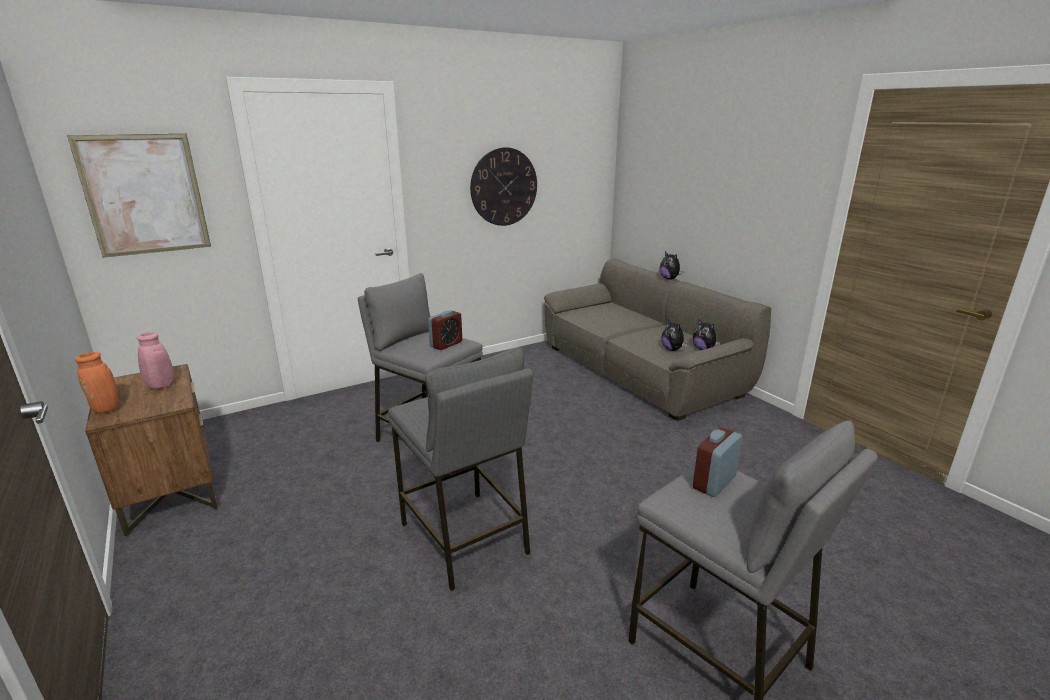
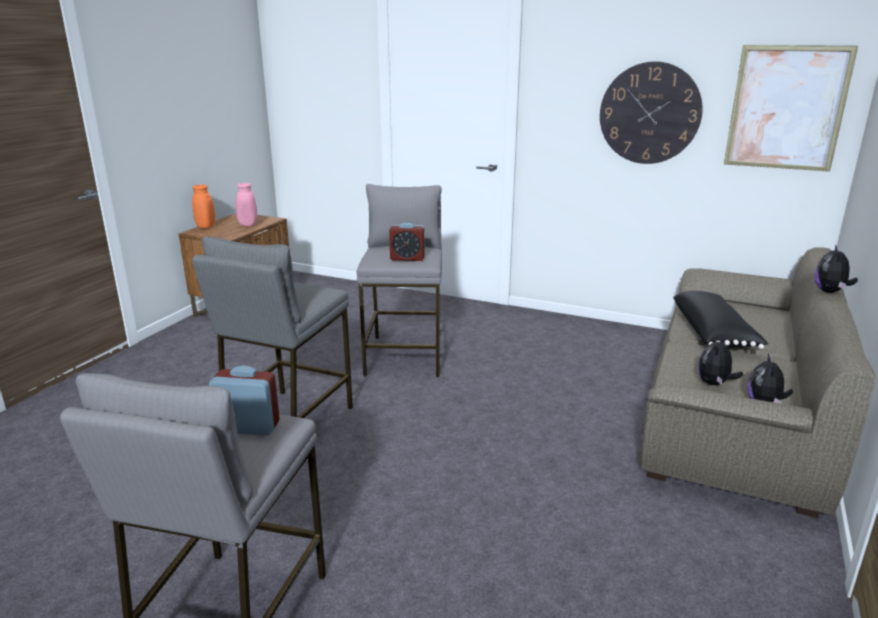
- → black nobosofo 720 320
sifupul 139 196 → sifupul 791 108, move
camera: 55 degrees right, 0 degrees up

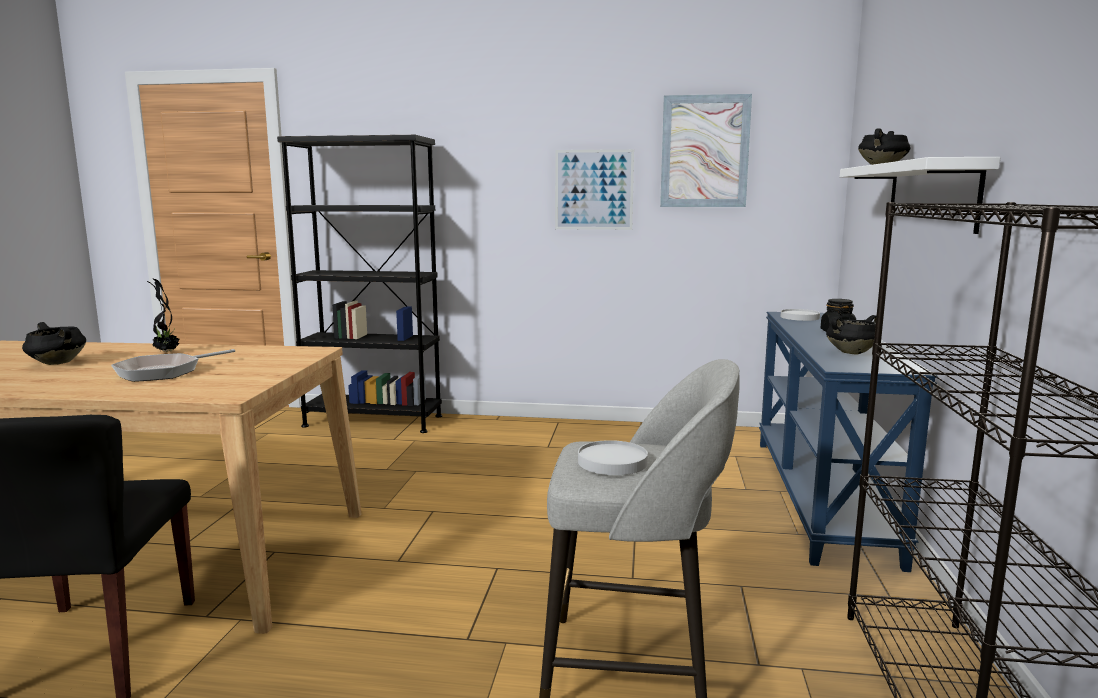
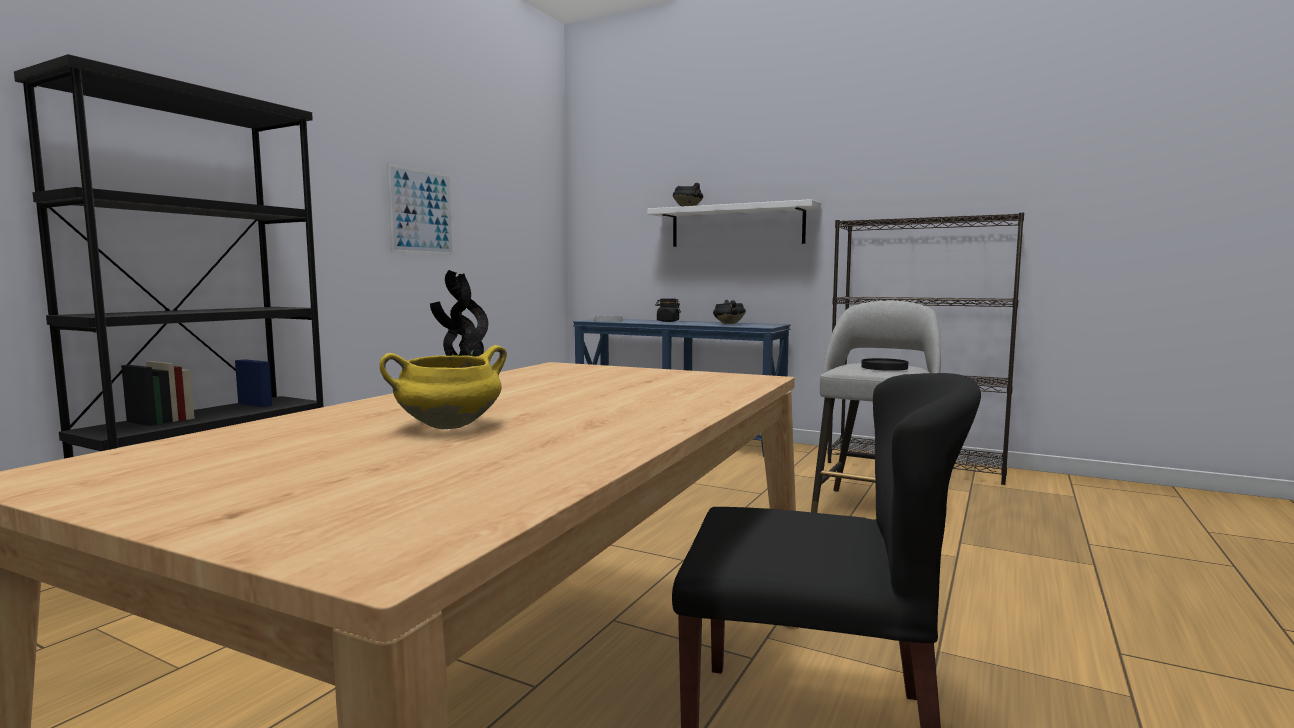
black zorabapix 54 343 → yellow zorabapix 443 387
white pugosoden 613 457 → black pugosoden 884 364
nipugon 173 365 → -
sifupul 706 150 → -
camera: 70 degrees left, 5 degrees down

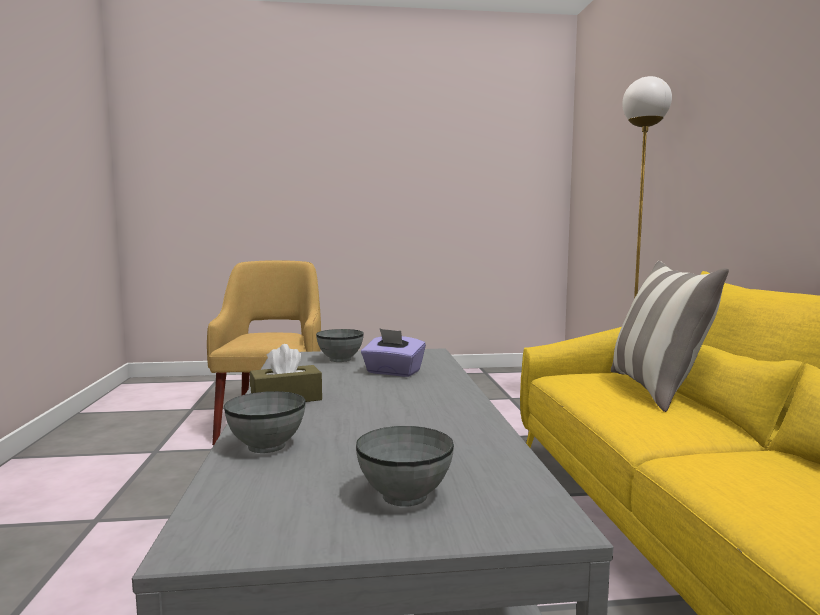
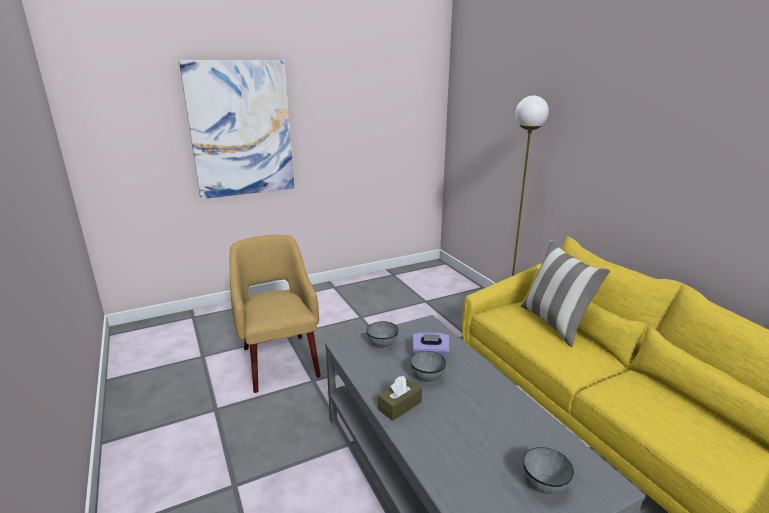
- → sifupul 236 129
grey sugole 265 422 → grey sugole 428 367, move
camera: 20 degrees left, 15 degrees up

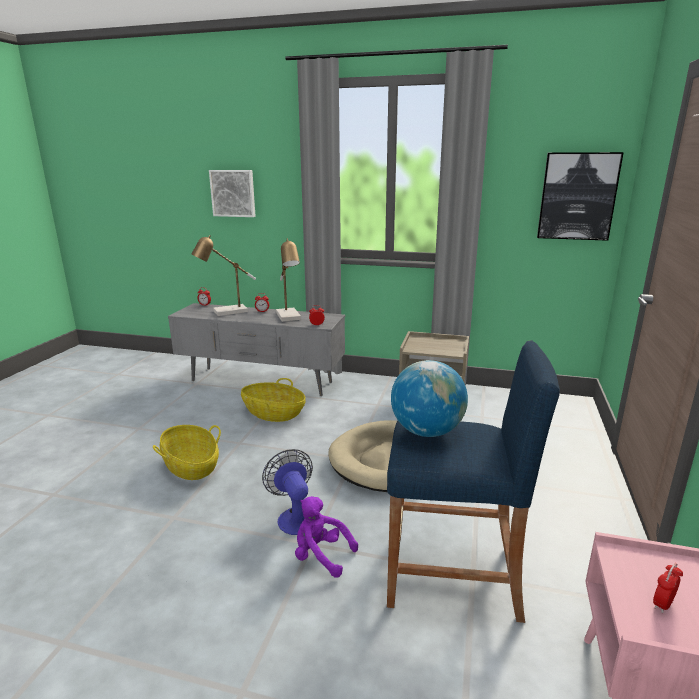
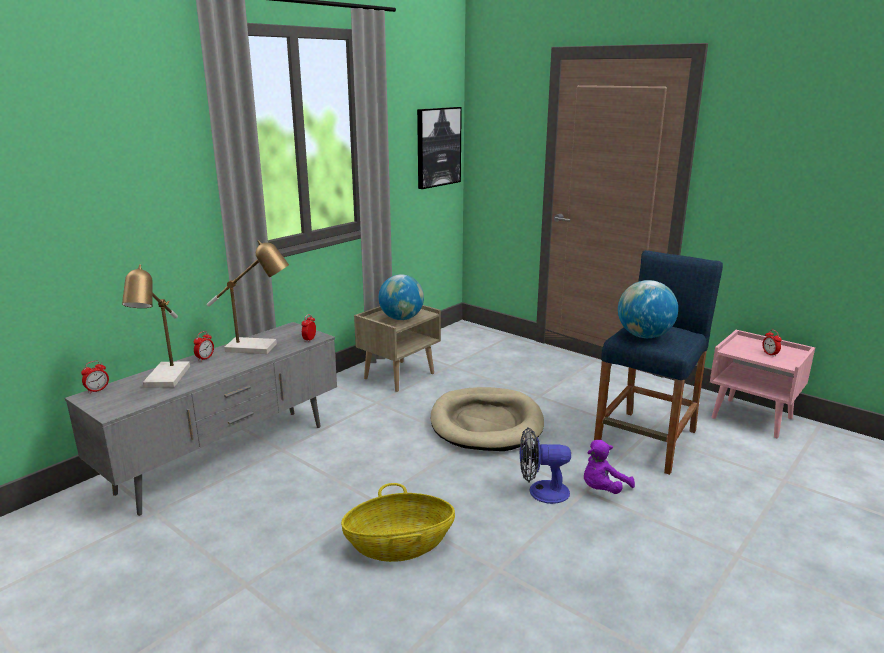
- → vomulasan 401 297
sifupul 232 193 → -
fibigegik 273 400 → -
camera: 65 degrees left, 0 degrees up

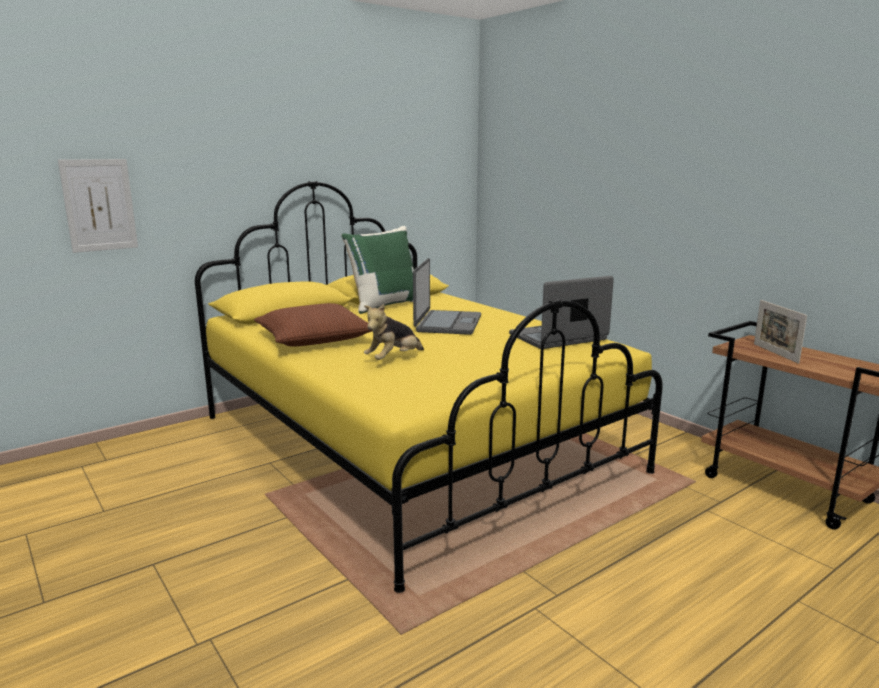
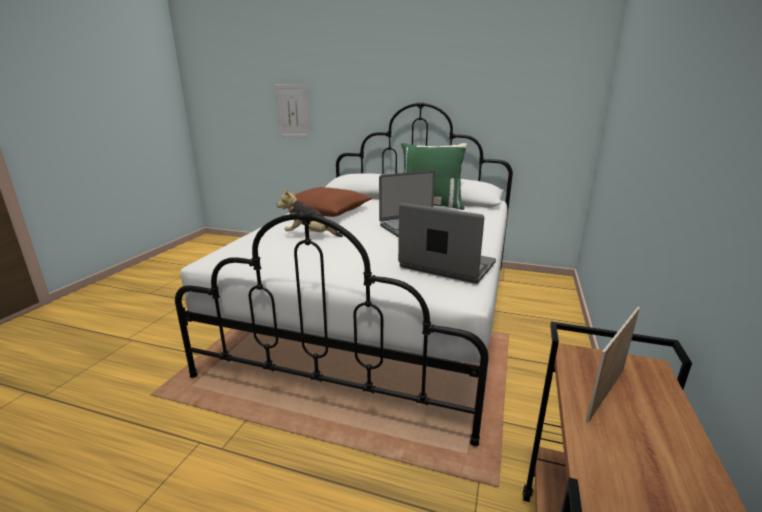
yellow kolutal 429 387 → white kolutal 344 274
camera: 55 degrees right, 5 degrees up

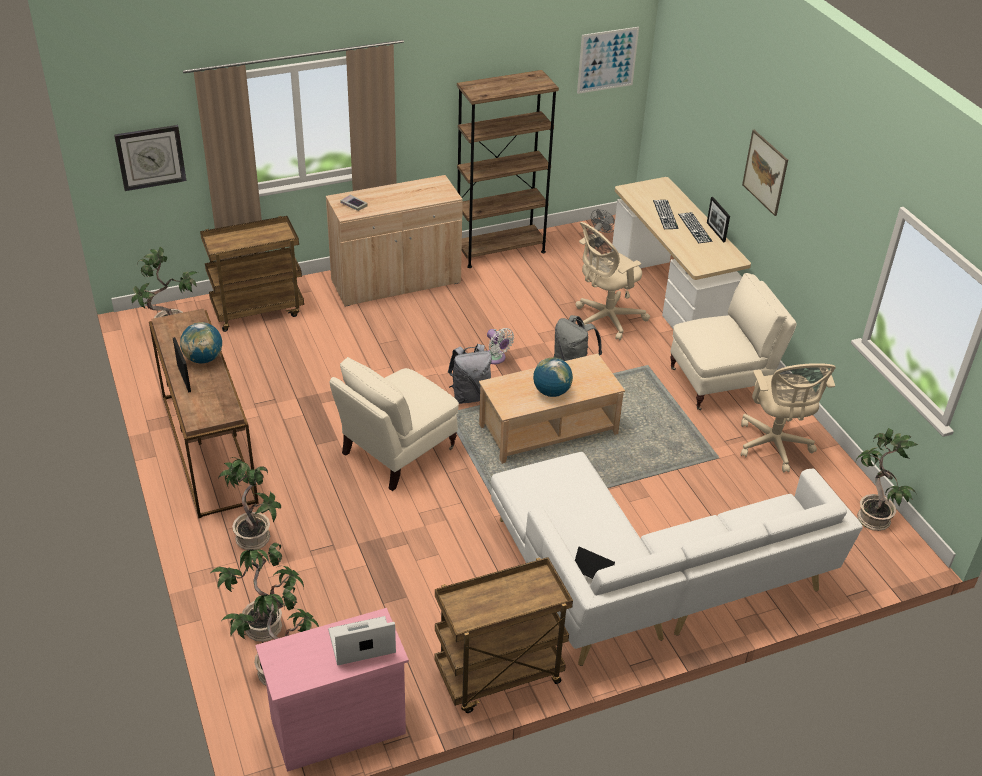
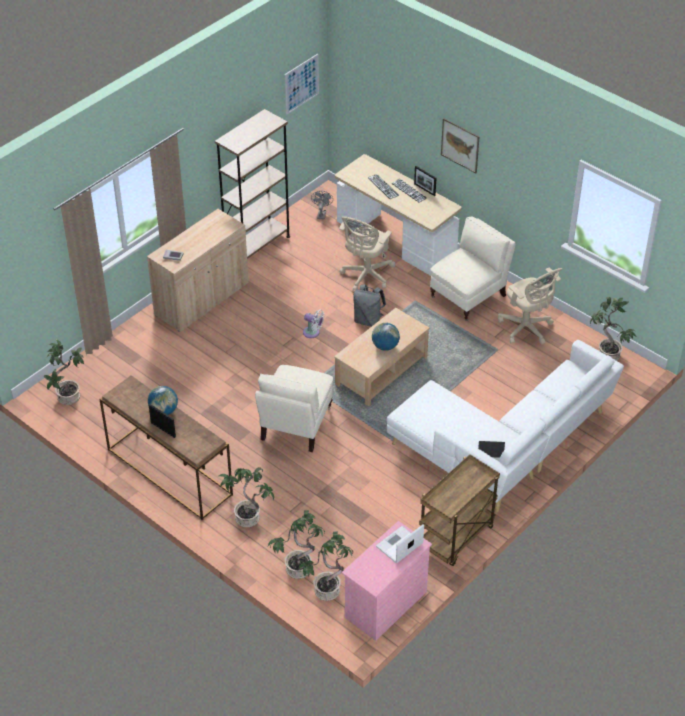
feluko 150 158 → -
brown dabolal 252 274 → -
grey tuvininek 470 374 → -
camera: 25 degrees left, 5 degrees up

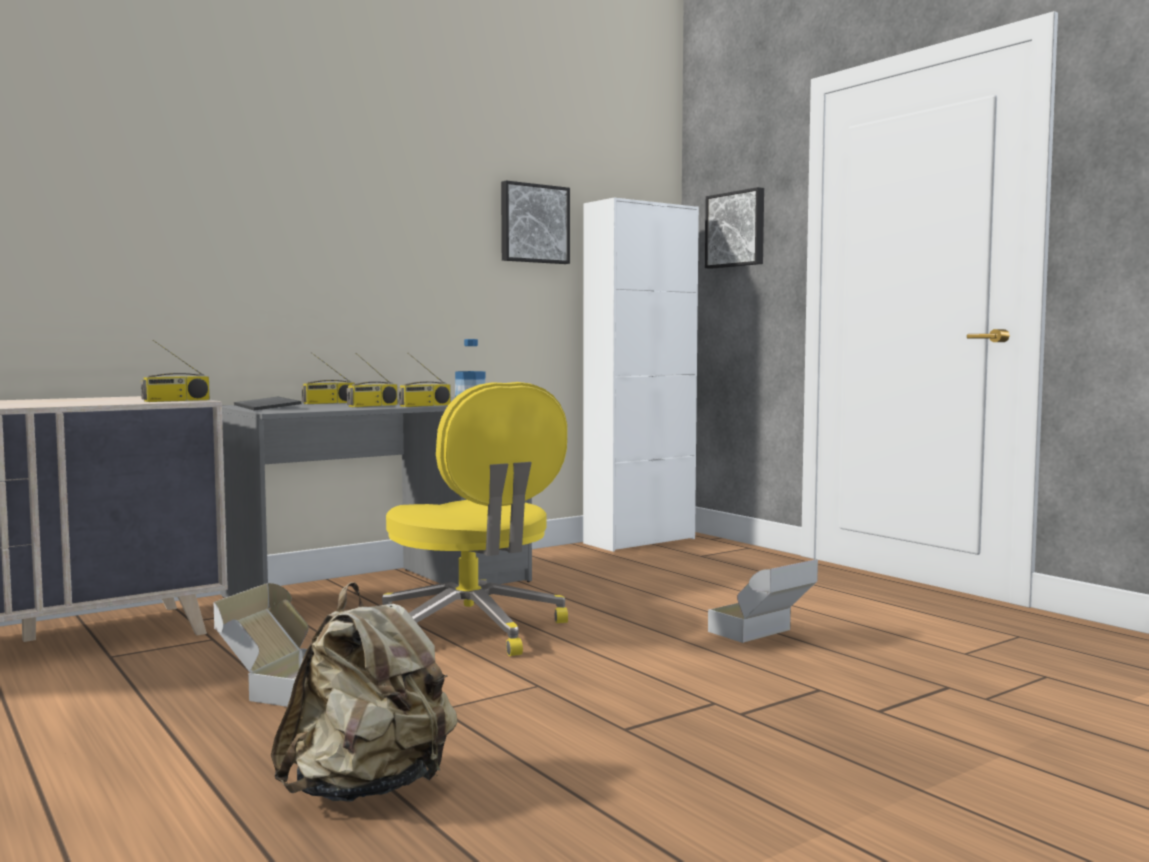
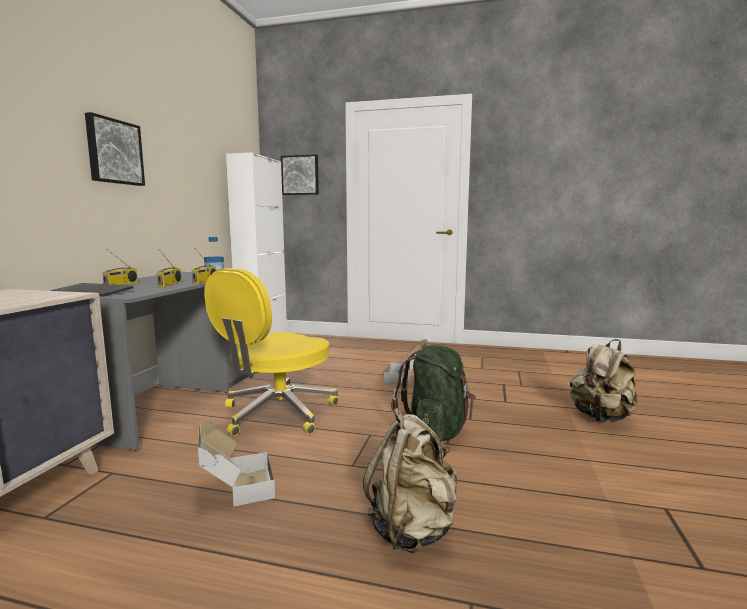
sifupul 535 222 → sifupul 115 149, move
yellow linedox 475 519 → yellow linedox 271 352, 105 degrees clockwise
- → green tuvininek 433 393
- → beige tuvininek 603 380
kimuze 175 371 → -
camera: 40 degrees left, 5 degrees up

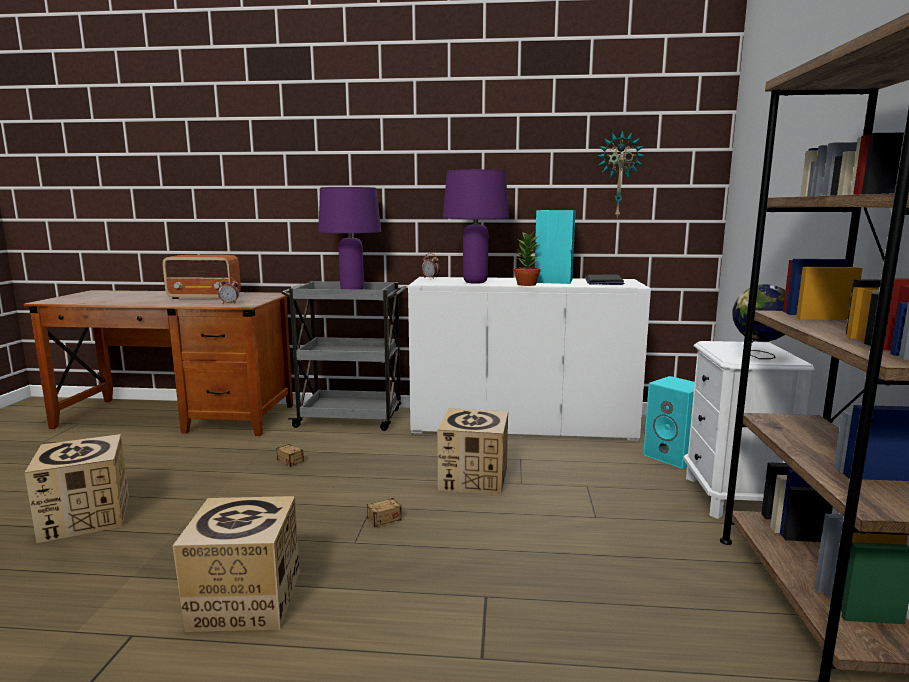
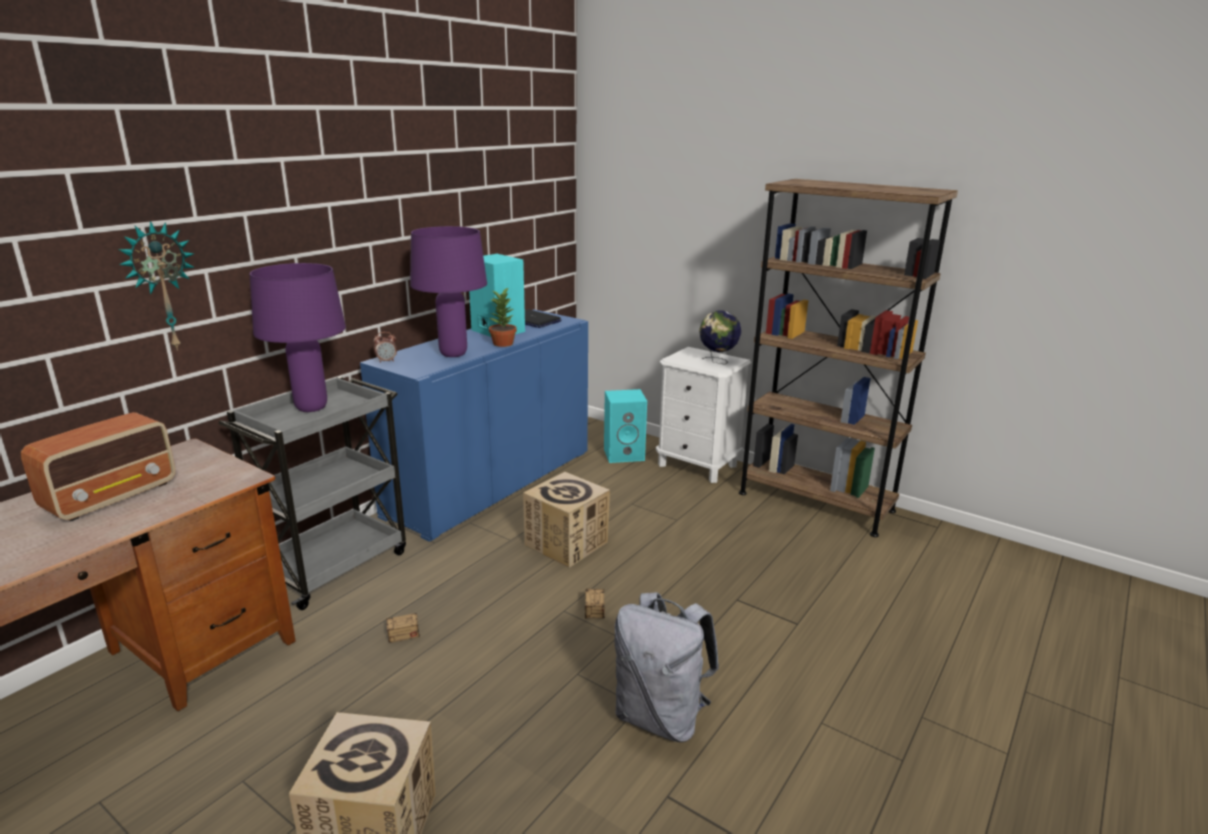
feluko 621 174 → feluko 156 286, move
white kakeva 529 359 → blue kakeva 474 425
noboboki 236 564 → grey tuvininek 666 667
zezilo 228 290 → -
camera: 60 degrees left, 10 degrees up

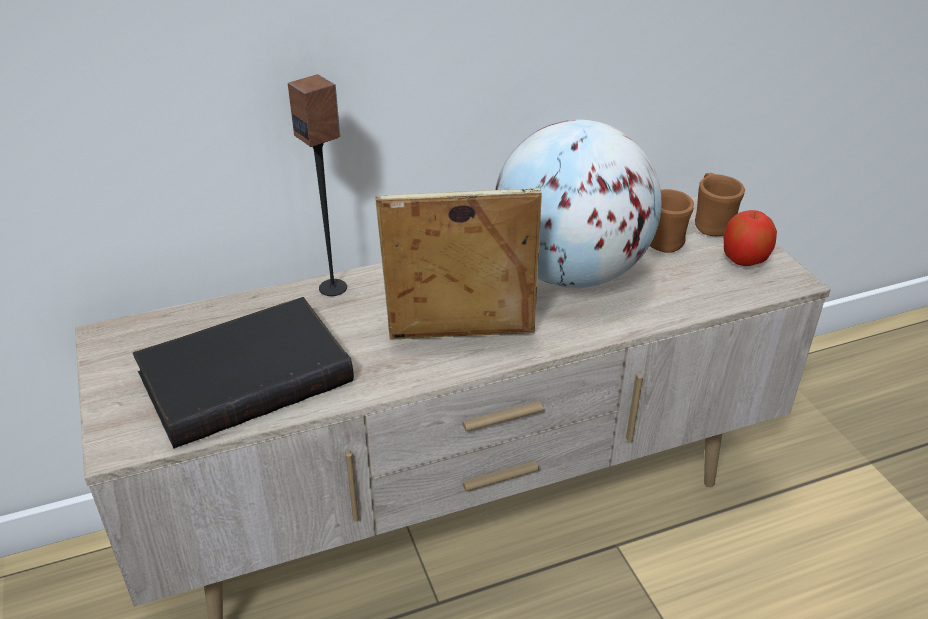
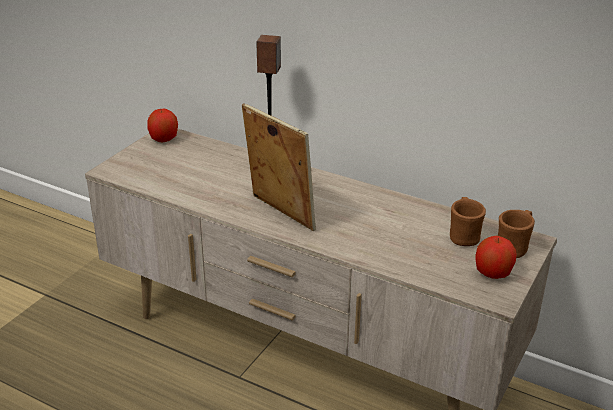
- → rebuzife 162 125
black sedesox 243 373 → -
vomulasan 578 204 → -
camera: 50 degrees right, 5 degrees down

